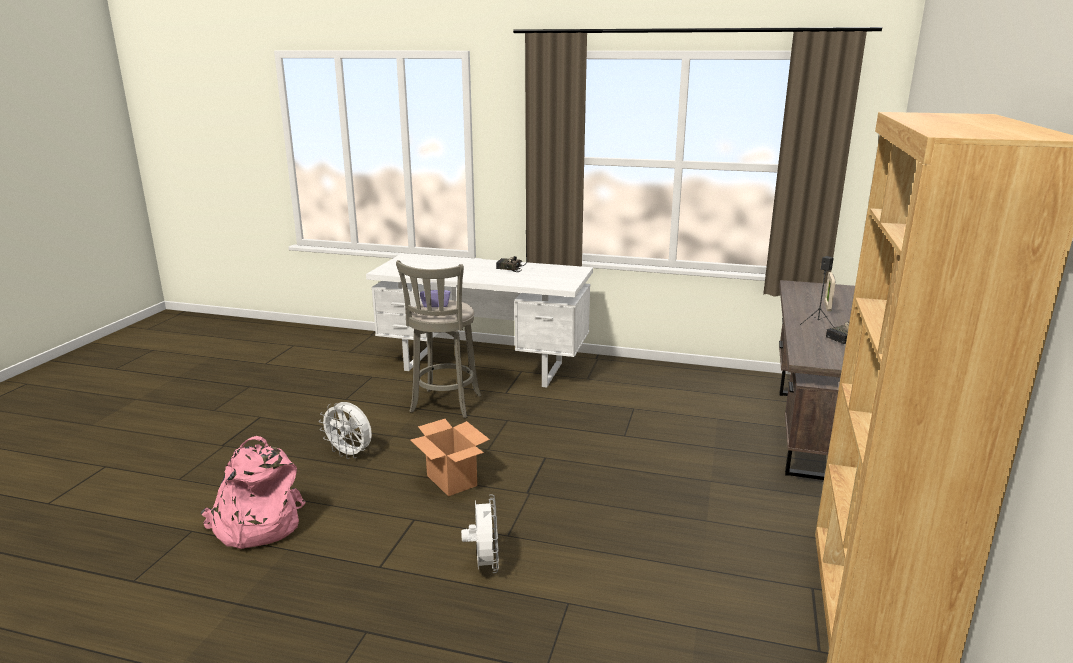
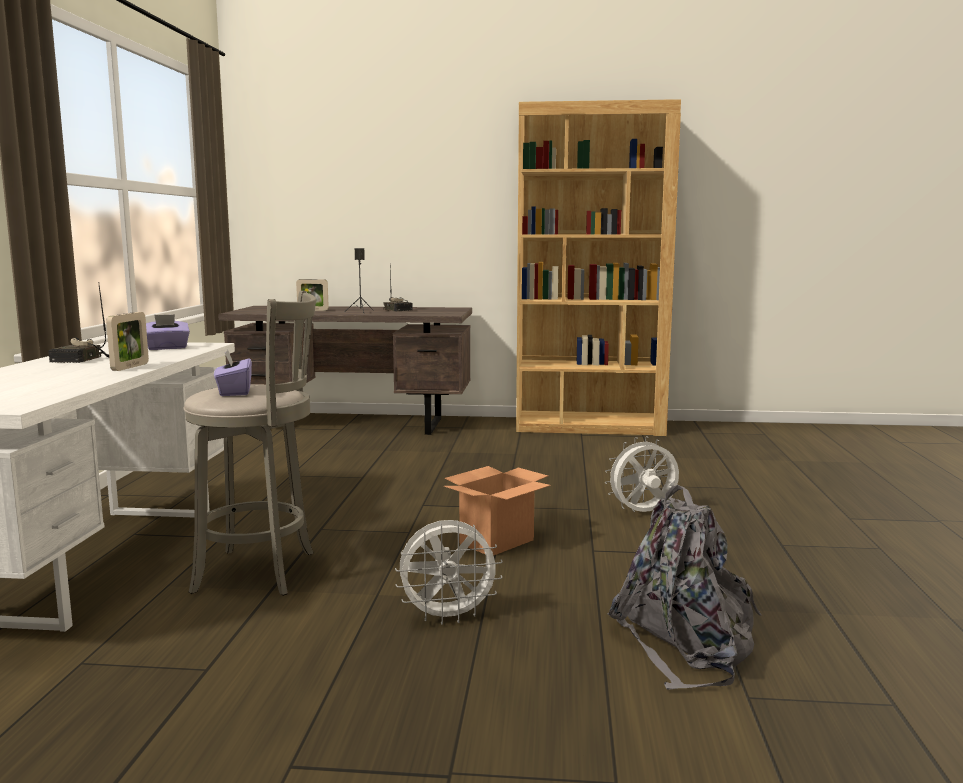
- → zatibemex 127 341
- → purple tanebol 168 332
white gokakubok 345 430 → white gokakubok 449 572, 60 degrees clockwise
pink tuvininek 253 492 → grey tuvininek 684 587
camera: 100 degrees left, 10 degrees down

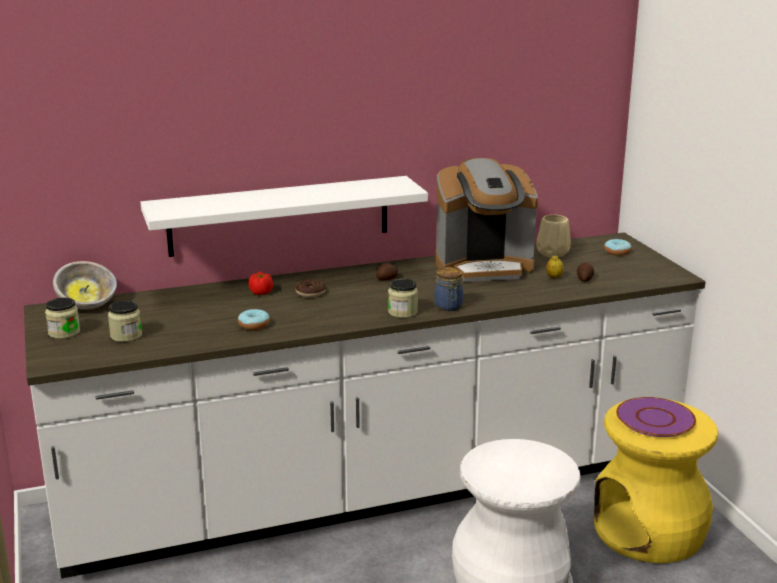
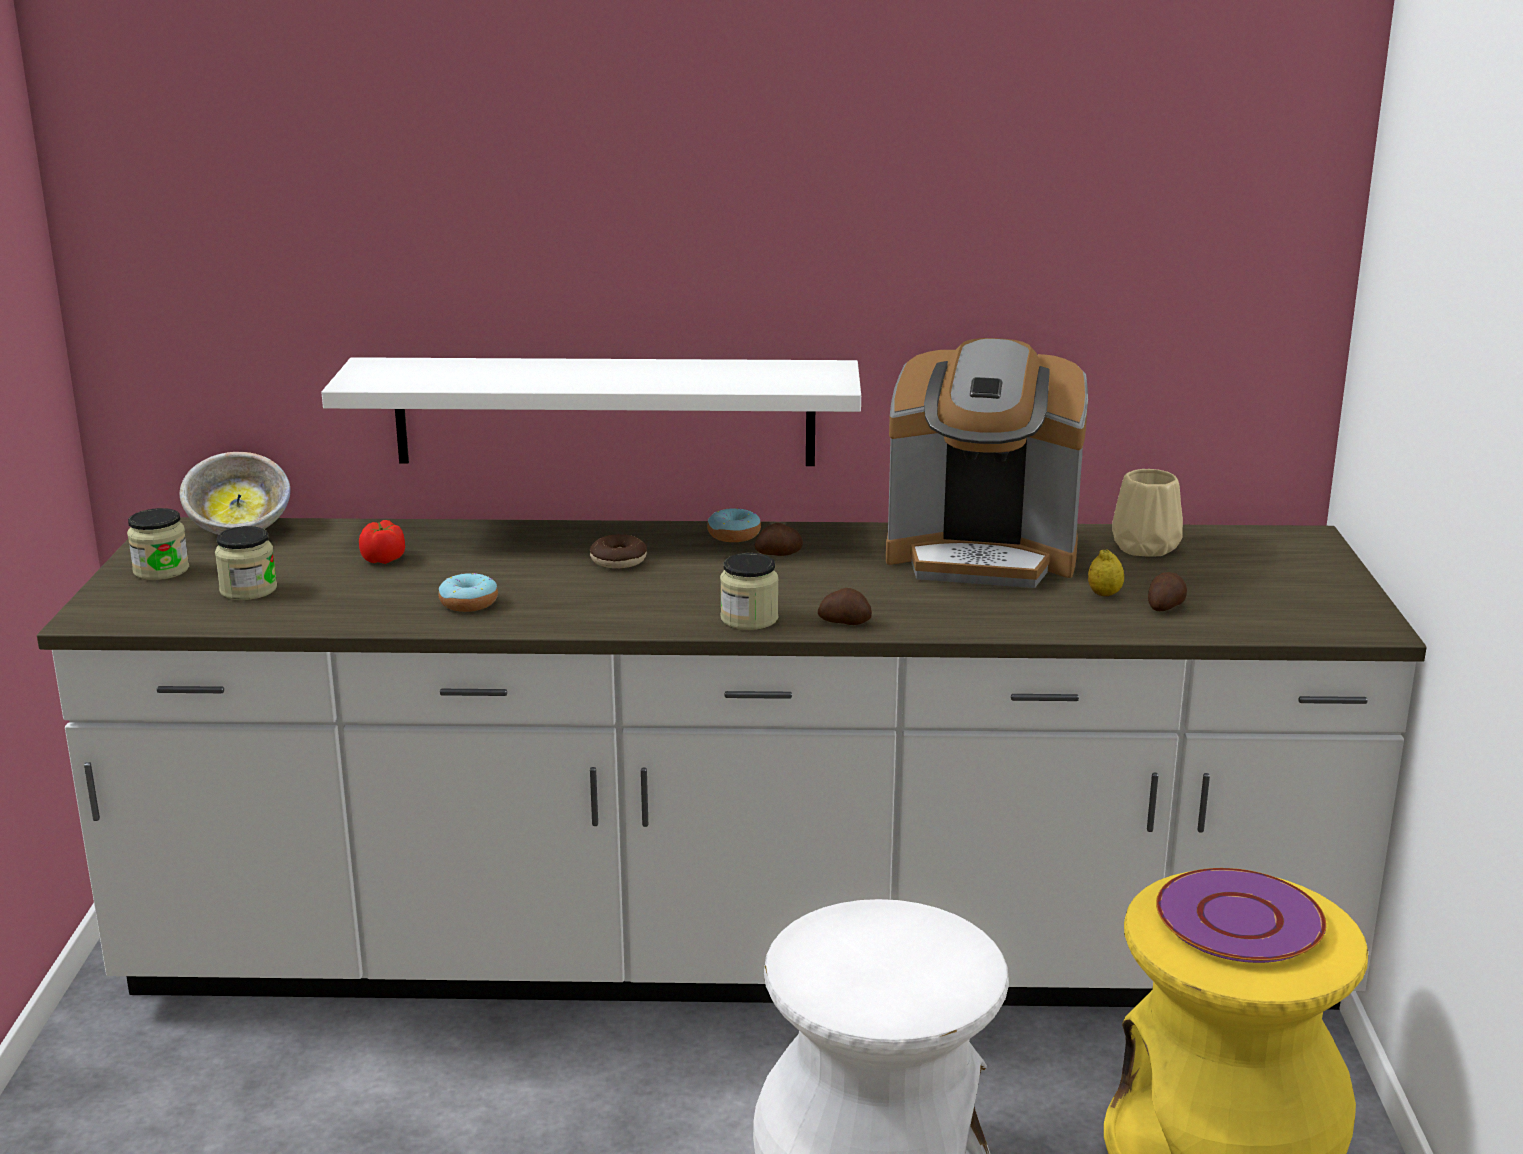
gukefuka 261 283 → gukefuka 382 542, move
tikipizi 618 247 → tikipizi 734 525, move
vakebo 449 289 → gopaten 845 606
camera: 20 degrees right, 0 degrees up

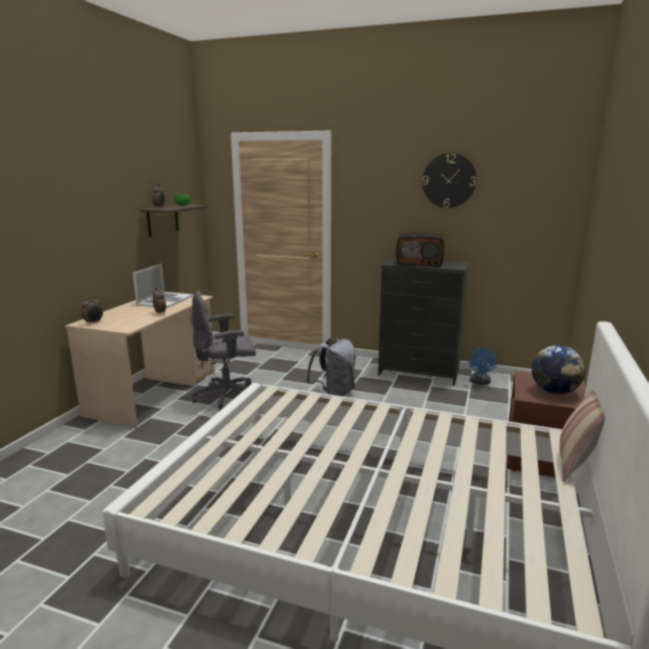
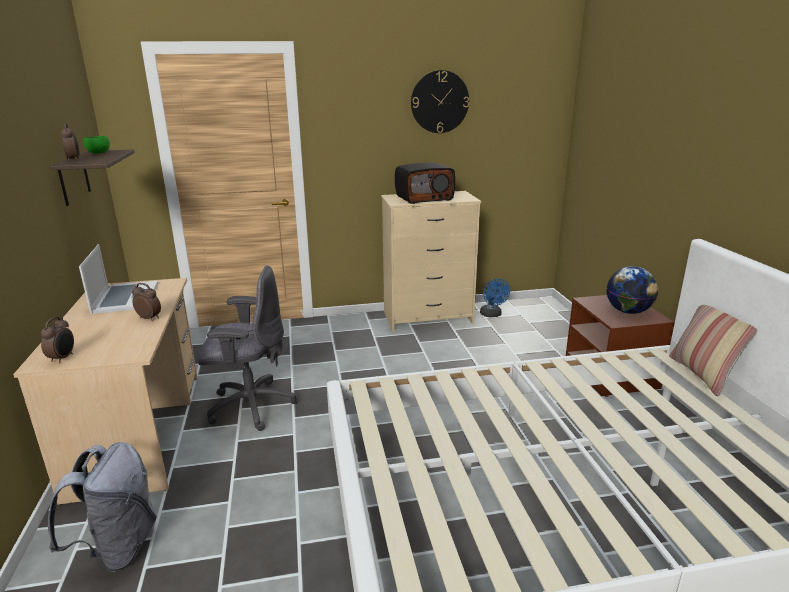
grey tuvininek 331 367 → grey tuvininek 102 507, move
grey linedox 224 350 → grey linedox 247 348, 135 degrees counterclockwise
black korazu 423 322 → beige korazu 431 261
camera: 30 degrees left, 5 degrees up

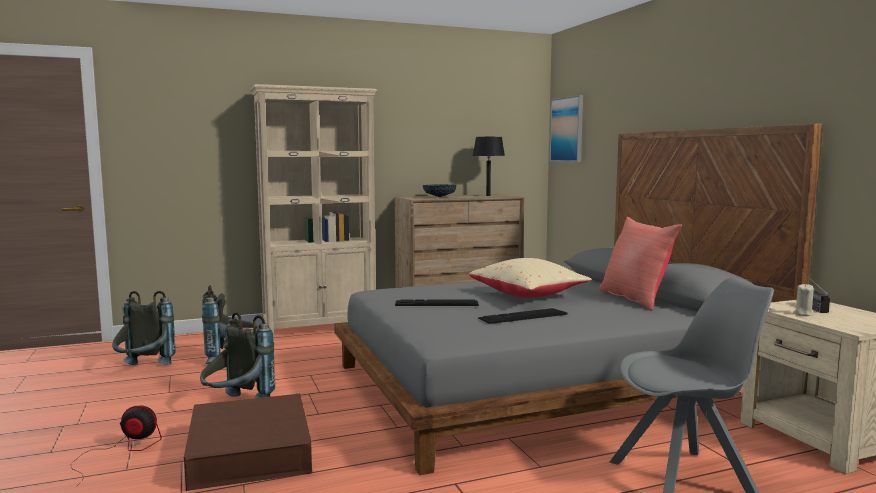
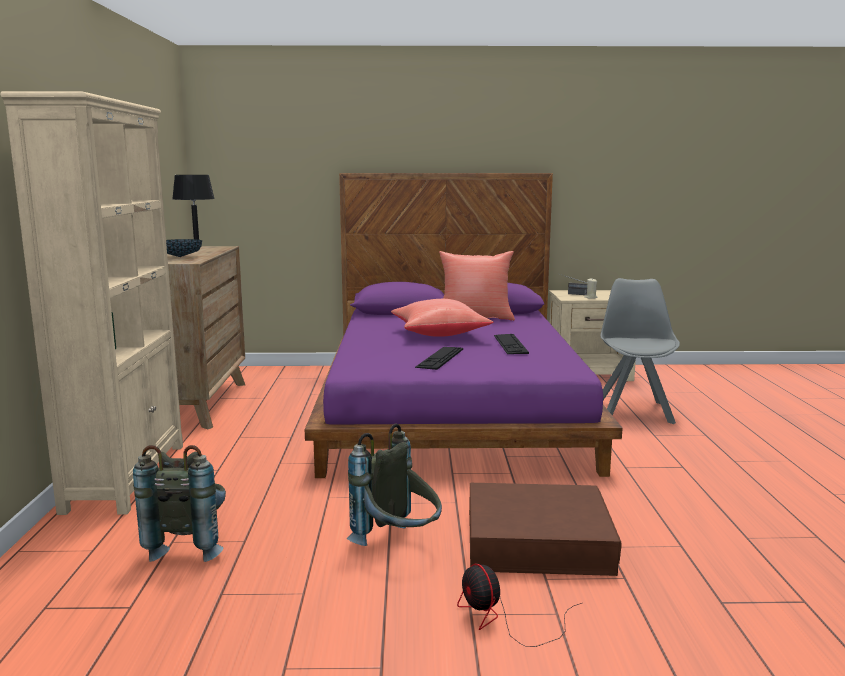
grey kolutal 578 299 → purple kolutal 464 325
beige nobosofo 530 278 → red nobosofo 442 318
gokakubok 116 446 → gokakubok 519 605, 45 degrees counterclockwise
grey tuvininek 144 328 → -
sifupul 566 128 → -
camera: 70 degrees left, 5 degrees up

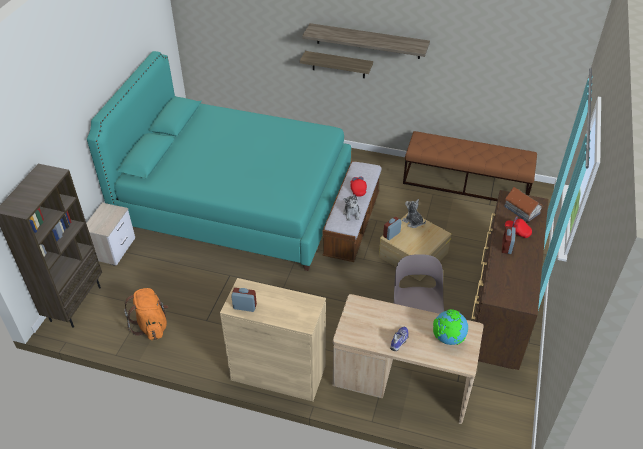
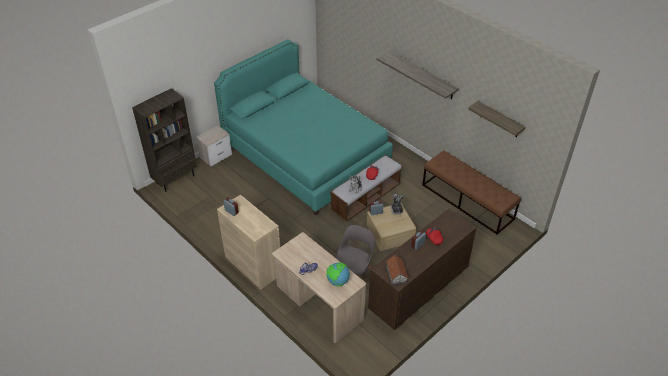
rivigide 524 204 → rivigide 397 270, move
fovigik 336 64 → fovigik 496 119, move
orange tuvininek 146 314 → -
camera: 30 degrees right, 0 degrees up

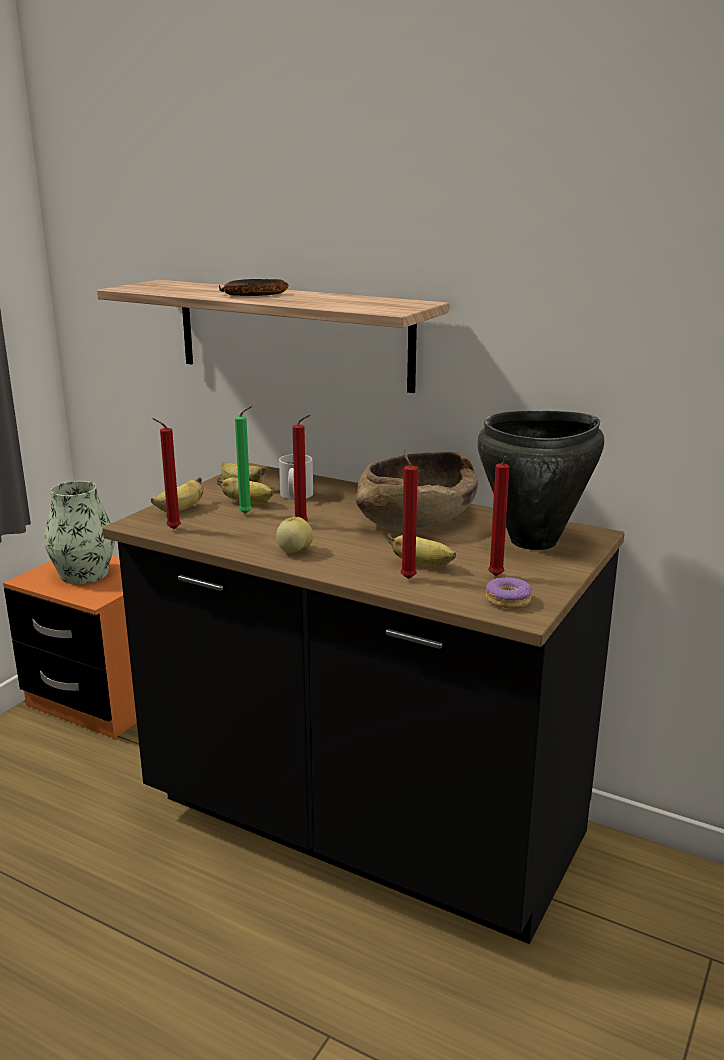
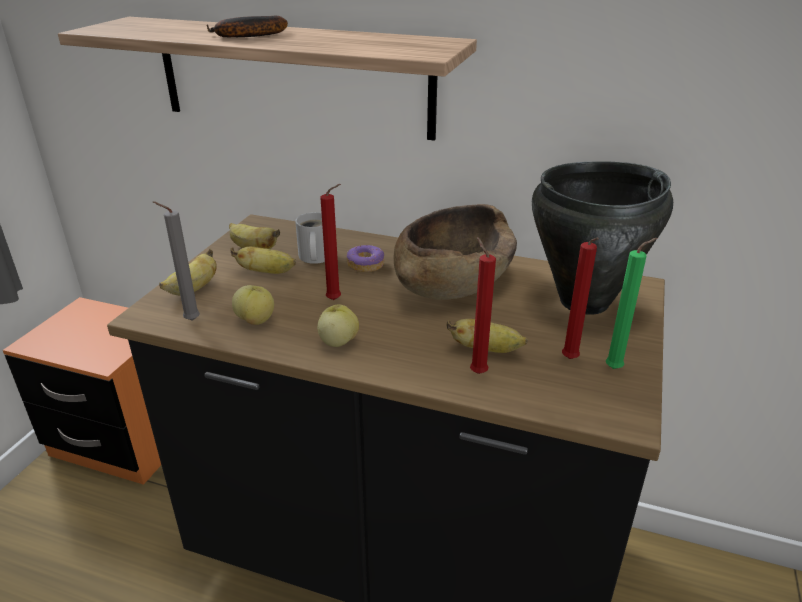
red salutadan 166 473 → grey salutadan 176 261
- → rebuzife 253 305
tikipizi 509 592 → tikipizi 365 258, move
green salutadan 243 460 → green salutadan 631 303, move
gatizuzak 79 532 → -
camera: 10 degrees left, 10 degrees up

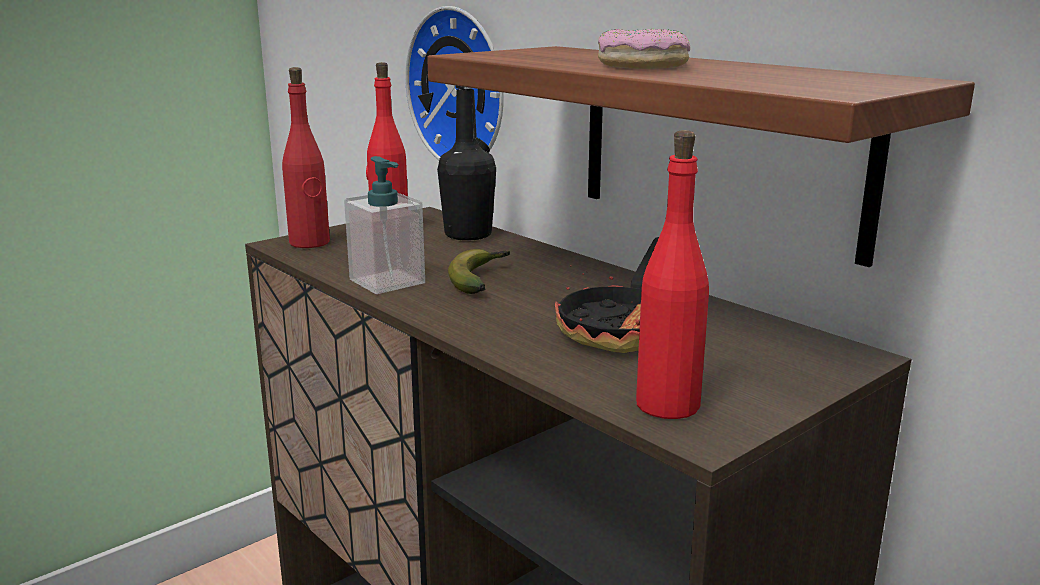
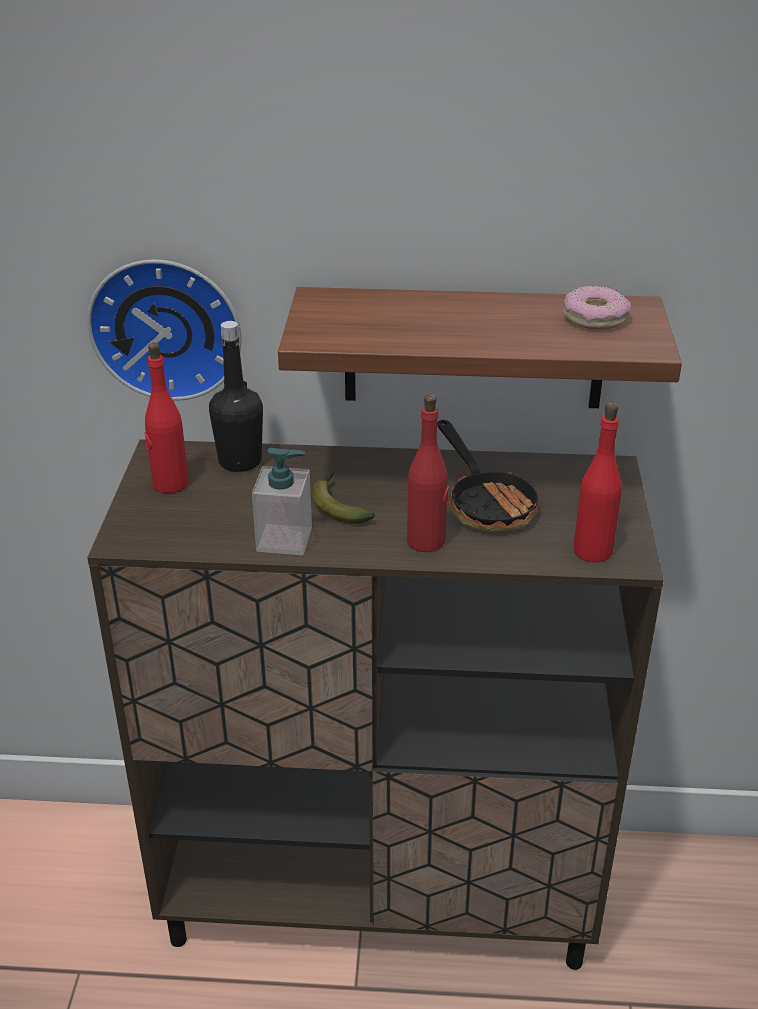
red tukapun 306 157 → red tukapun 428 473, move
tikipizi 644 49 → tikipizi 597 308, move
camera: 45 degrees left, 15 degrees up

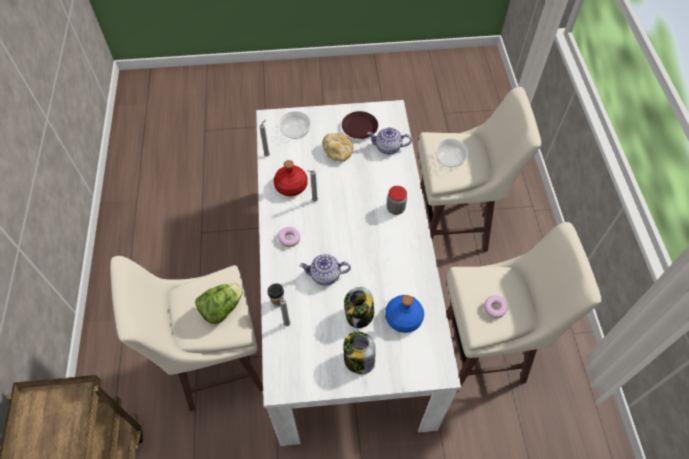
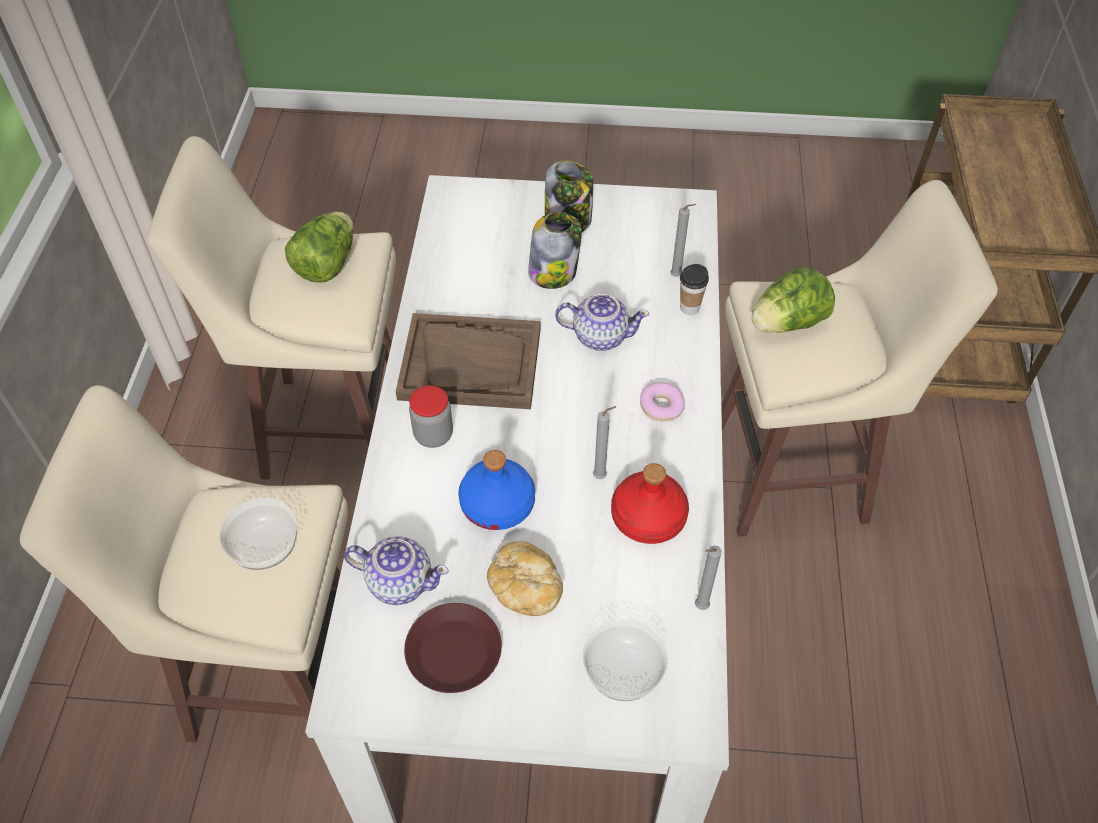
tikipizi 496 306 → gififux 319 247
- → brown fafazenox 468 361
blue tukapun 404 314 → blue tukapun 496 490, move
camera: 170 degrees left, 5 degrees down

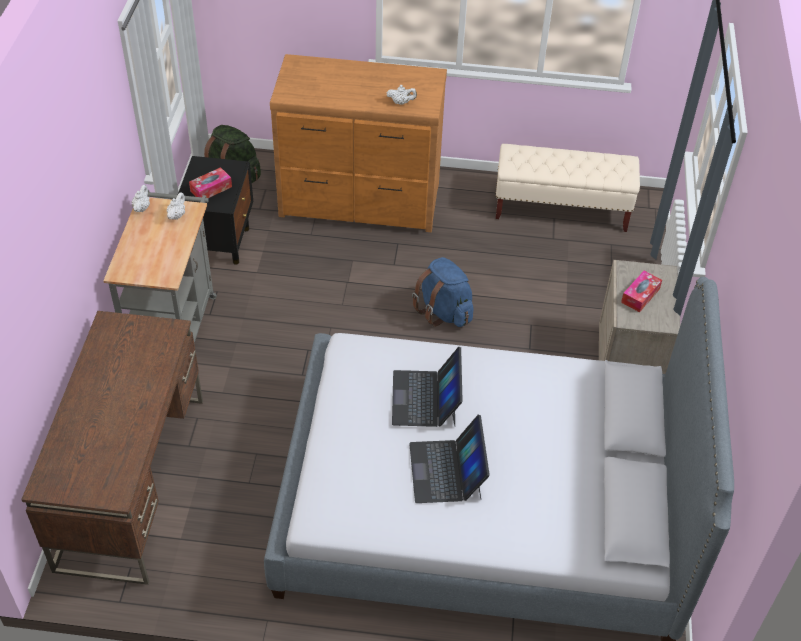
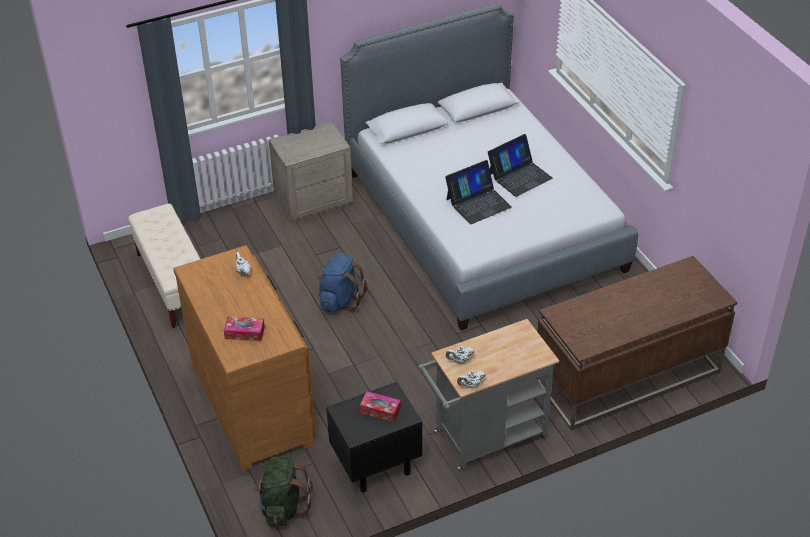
tanebol 641 291 → tanebol 244 328, move
camera: 120 degrees left, 5 degrees down

